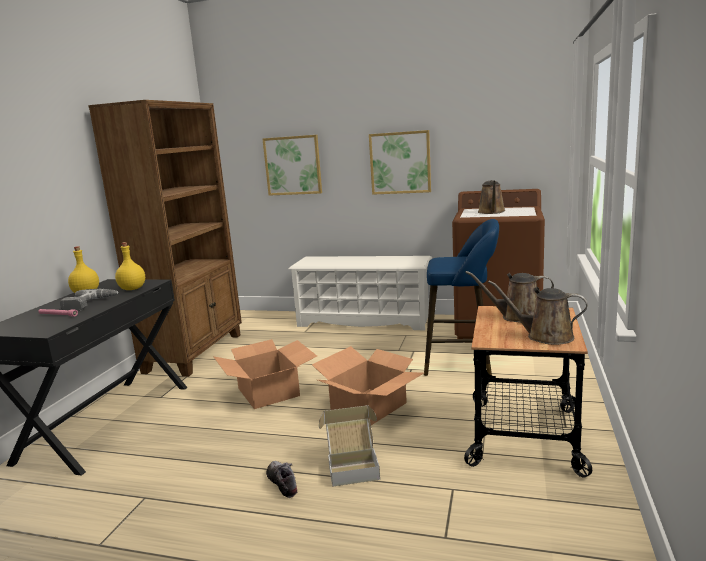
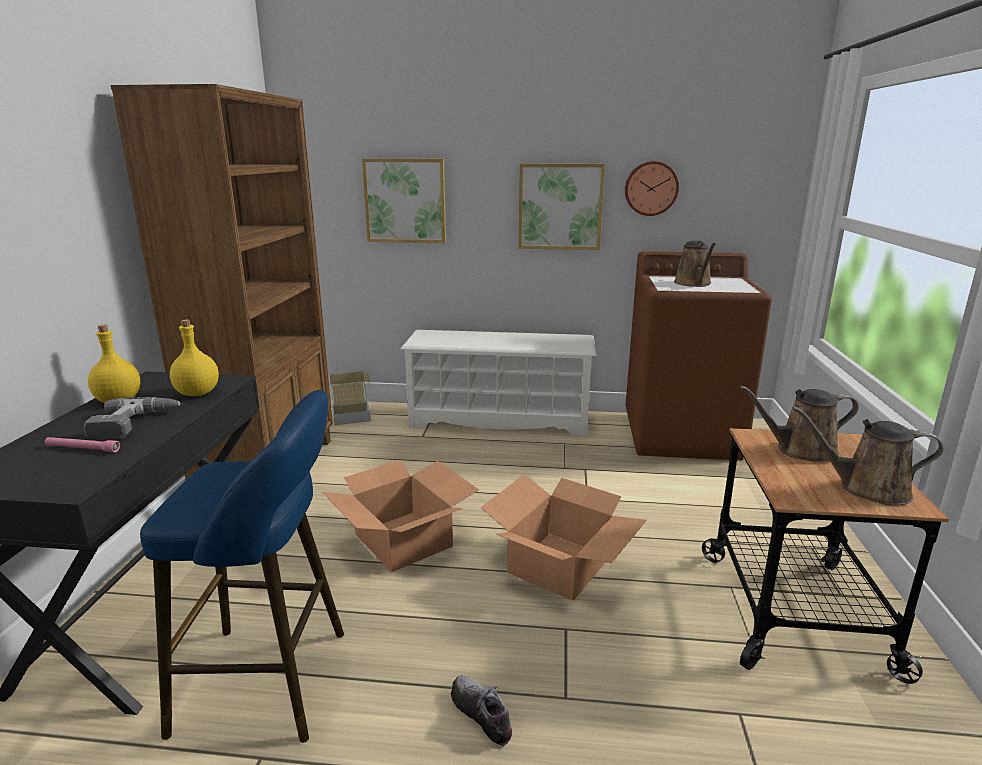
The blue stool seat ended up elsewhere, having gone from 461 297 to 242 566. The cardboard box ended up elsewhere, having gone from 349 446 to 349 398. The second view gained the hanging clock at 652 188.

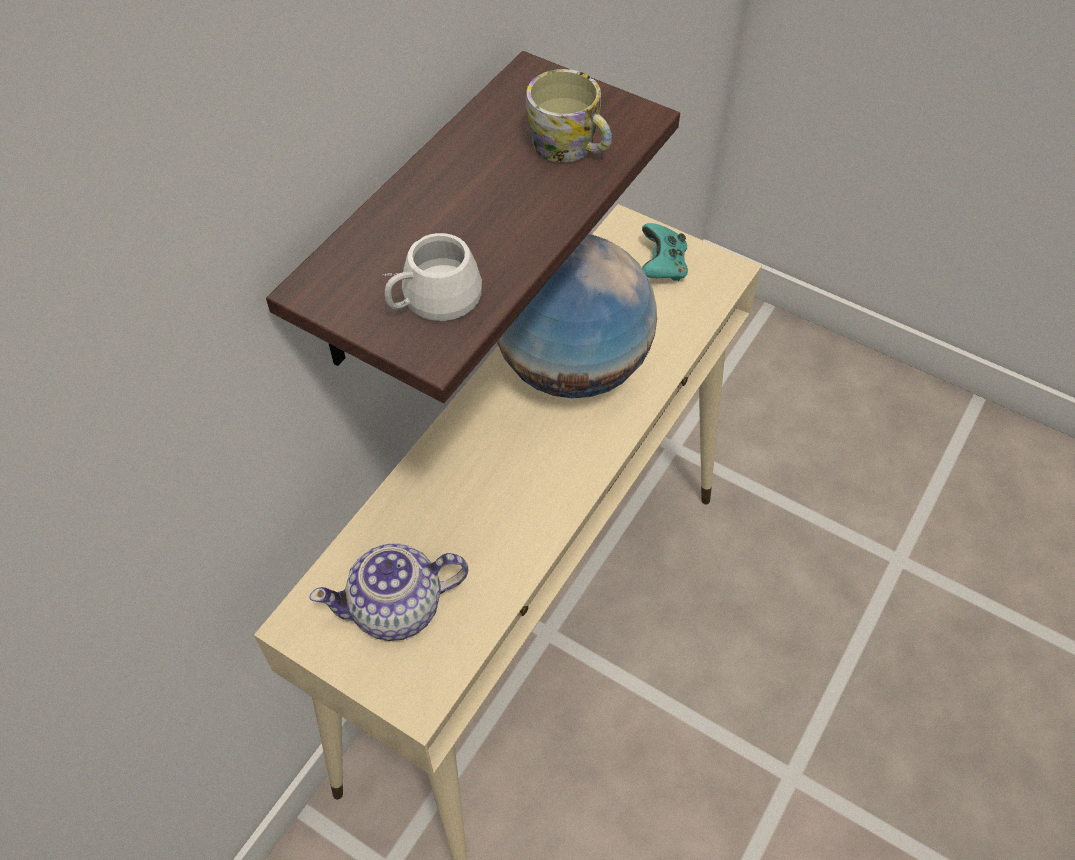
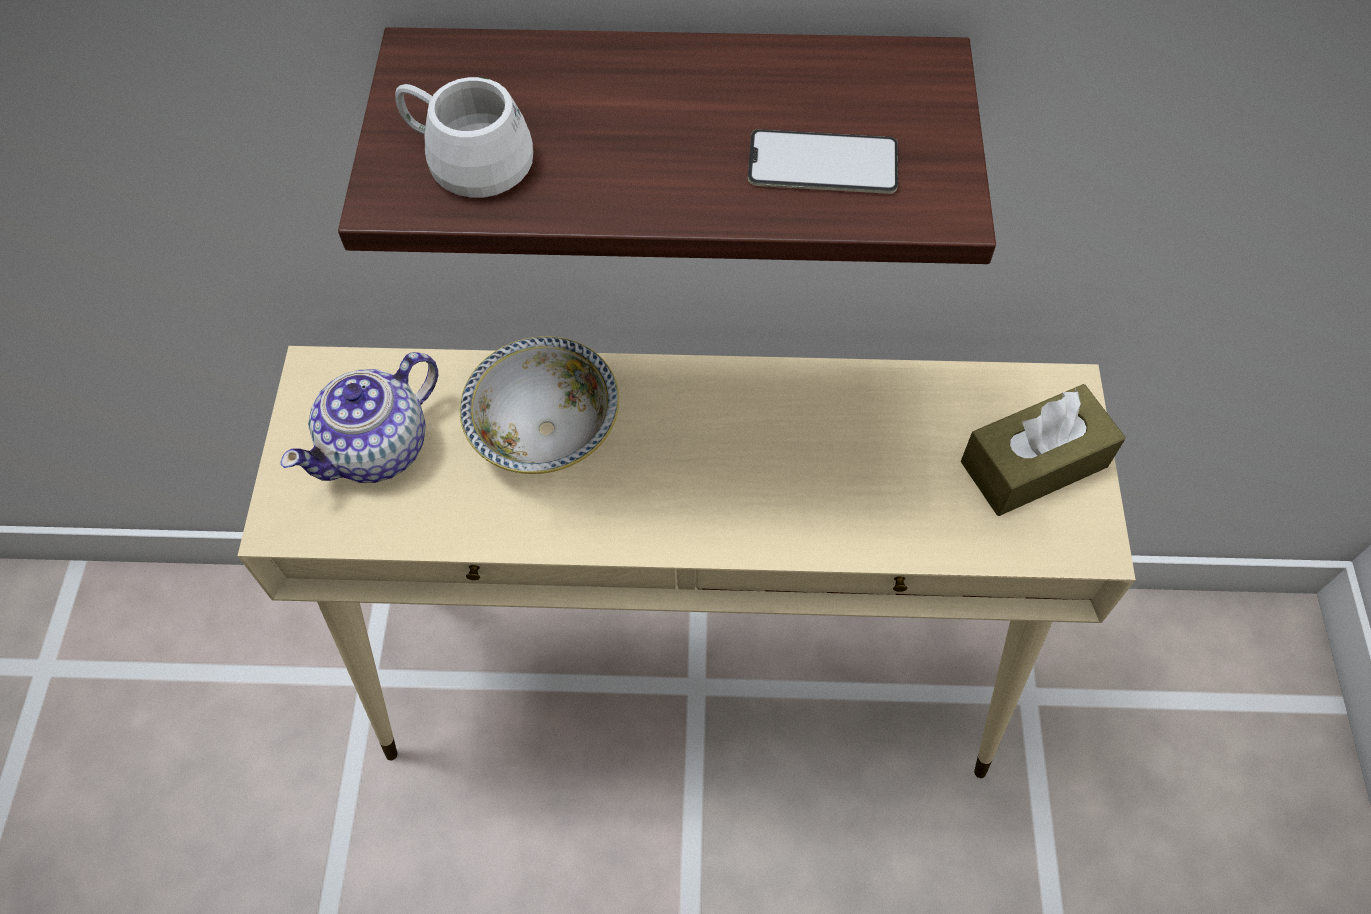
Where the tea mug stood at 569 116, the phone came to stand at 823 161. Where the blue-green joypad stood at 665 252, the brown tissue box came to stand at 1043 450. The second view lost the globe at 577 316. The teapot at 388 592 ended up facing another way, 90 degrees counterclockwise from before. The second view gained the bowl at 539 405.

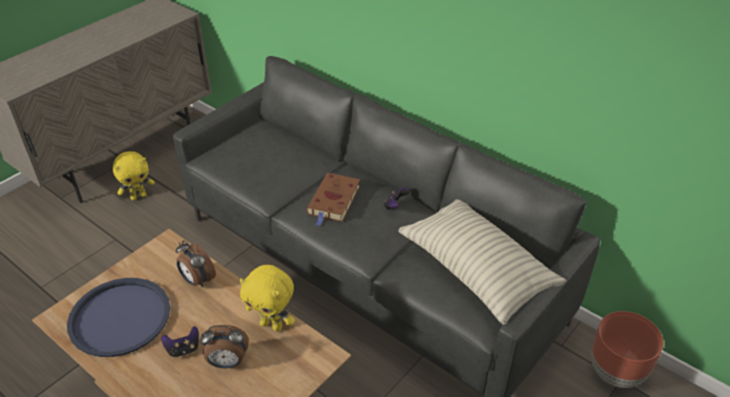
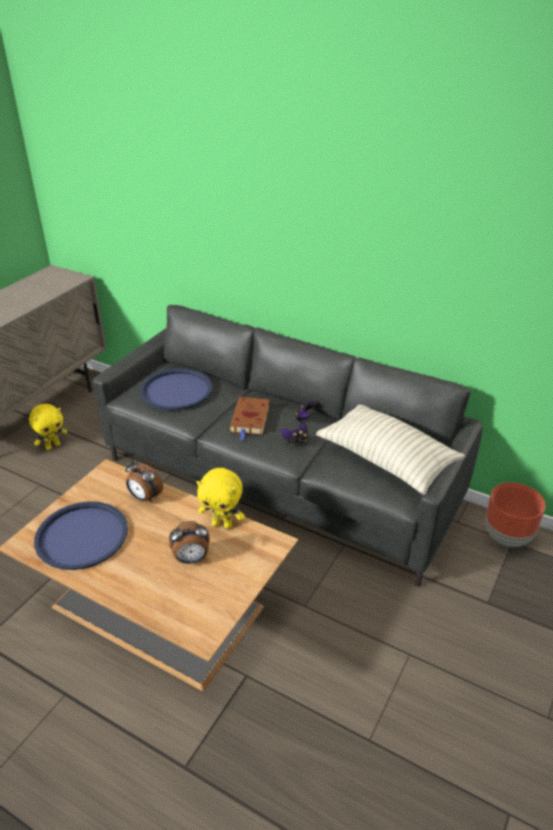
The joypad ended up elsewhere, having gone from 180 342 to 294 433. The second view gained the blue carrying tray at 176 389.

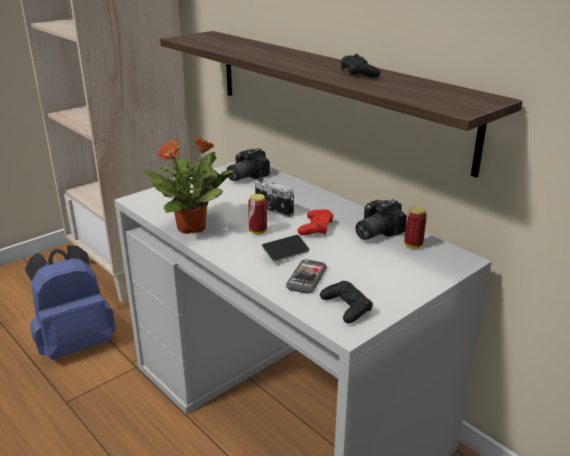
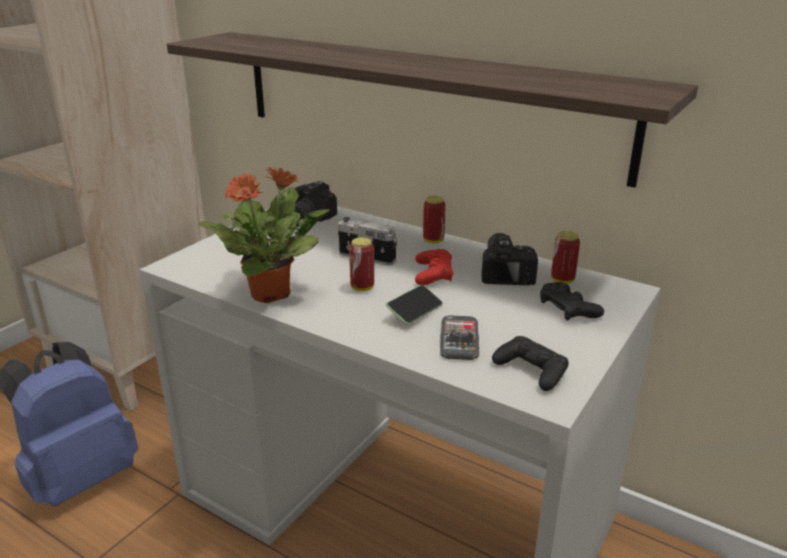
The black-coloured joypad ended up elsewhere, having gone from 360 66 to 572 301. The still camera at 381 219 ended up facing another way, 150 degrees clockwise from before. The second view gained the sealed can at 434 220.

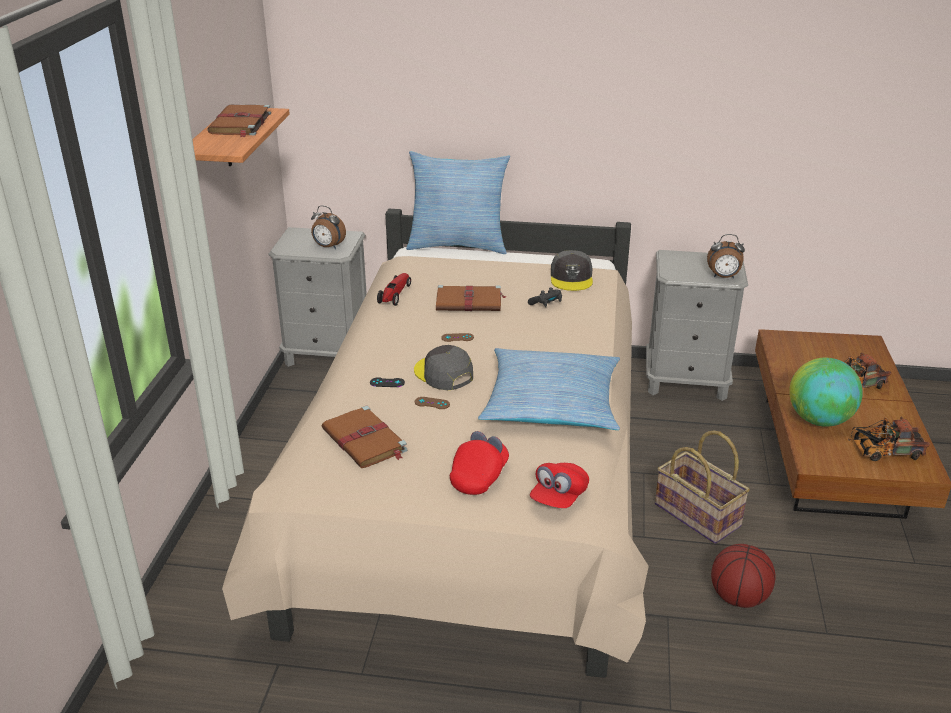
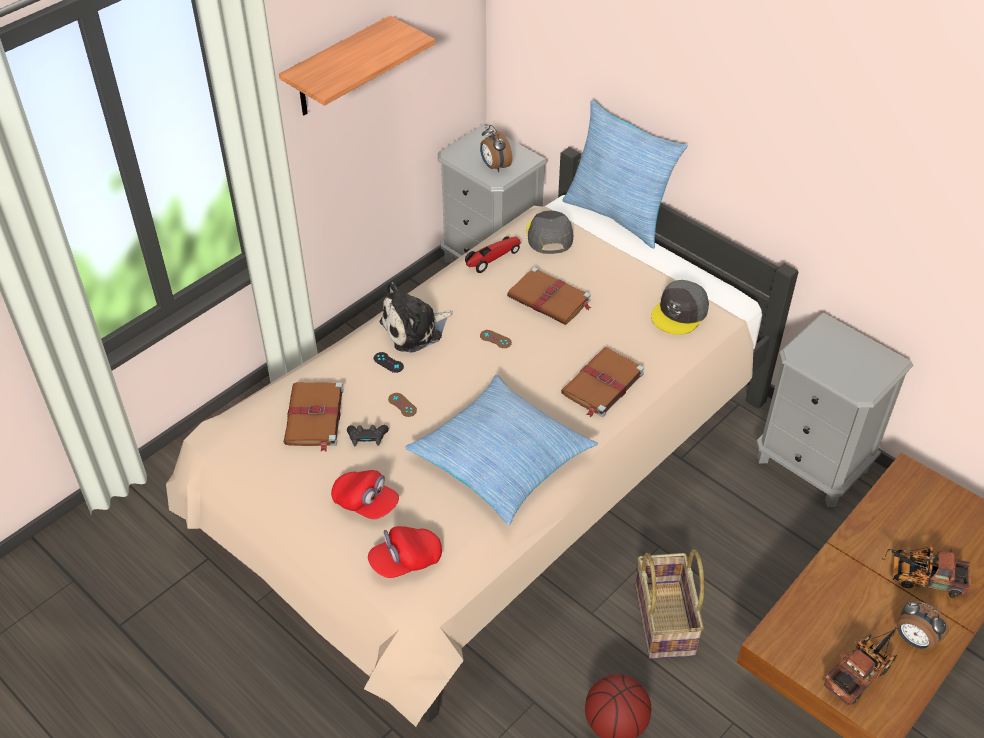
The brown volume ended up elsewhere, having gone from 239 121 to 602 382. The table clock ended up elsewhere, having gone from 726 256 to 923 625. The black-coloured joypad ended up elsewhere, having gone from 545 297 to 368 435. The greyish peaked cap ended up elsewhere, having gone from 443 367 to 550 232. The second view lost the globe at 826 392. The toy truck at 889 439 ended up facing another way, 105 degrees clockwise from before. The red-coloured peaked cap at 479 463 ended up facing another way, 60 degrees clockwise from before. The second view gained the cuddly toy at 416 317.

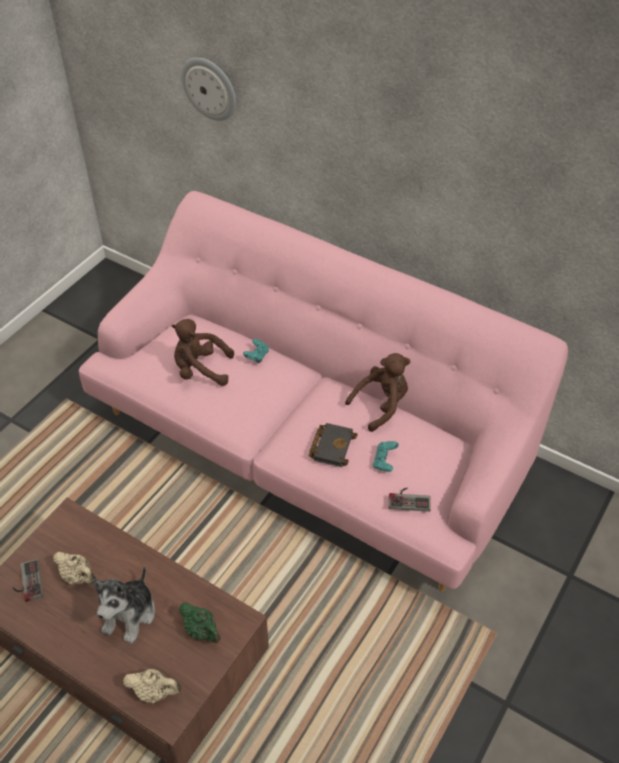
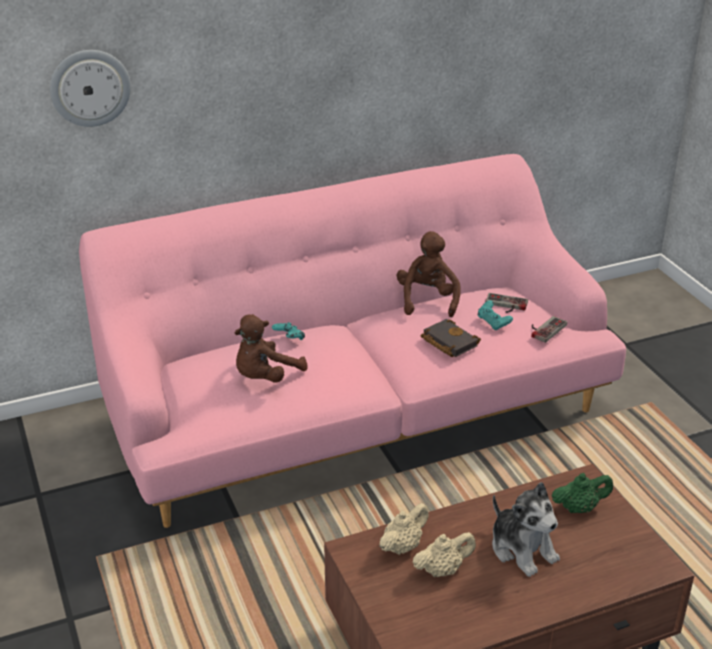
The joypad ended up elsewhere, having gone from 28 580 to 506 303. The sand-coloured teapot ended up elsewhere, having gone from 152 686 to 404 529.

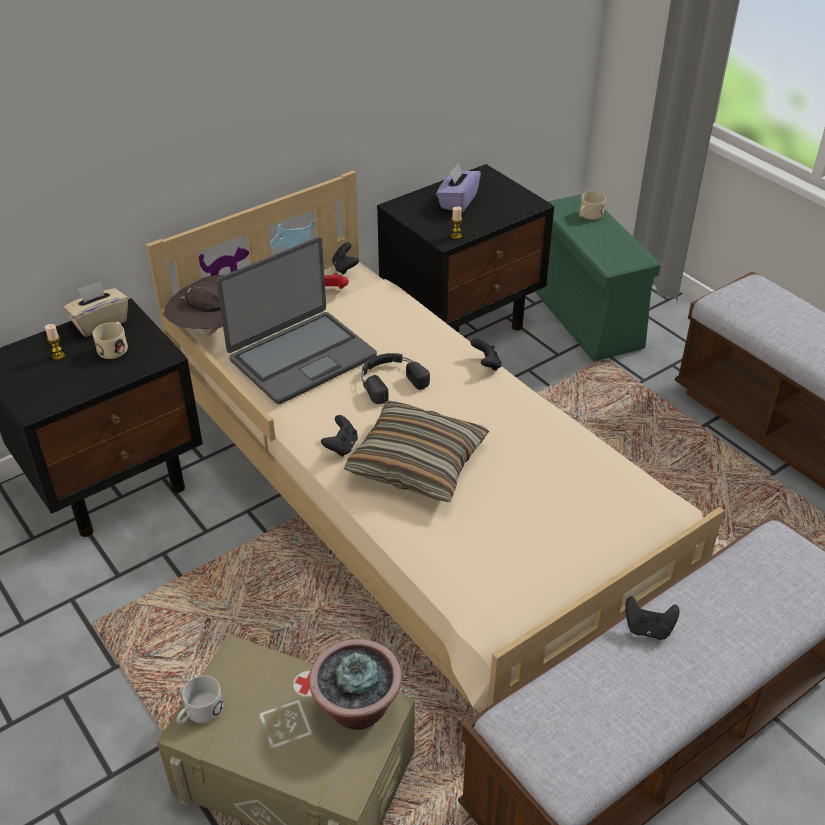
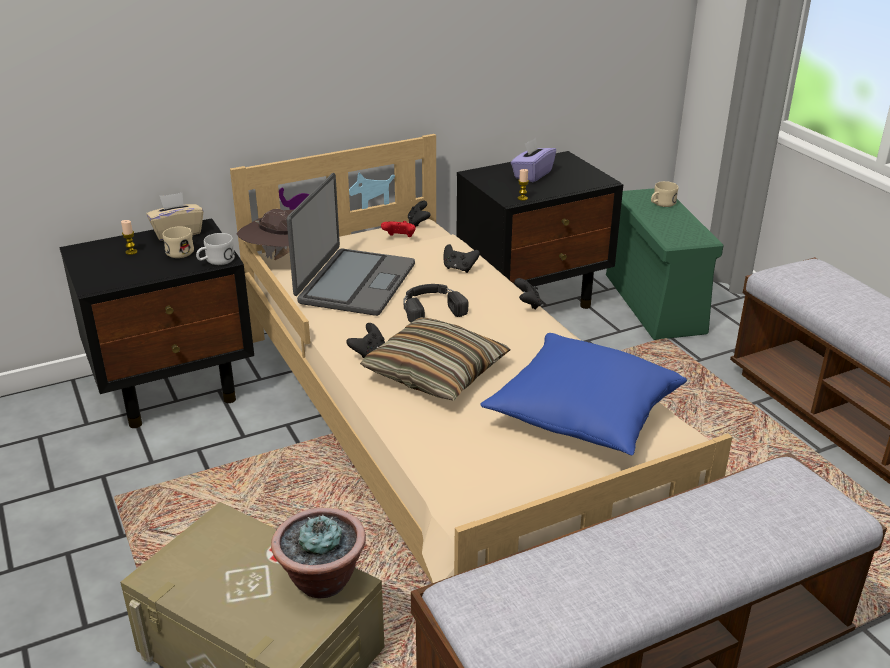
The notebook computer at 296 320 ended up facing another way, 45 degrees counterclockwise from before. The black-coloured joypad ended up elsewhere, having gone from 652 618 to 462 258. The white tea mug ended up elsewhere, having gone from 200 700 to 215 249. The second view gained the blue cushion at 584 394.

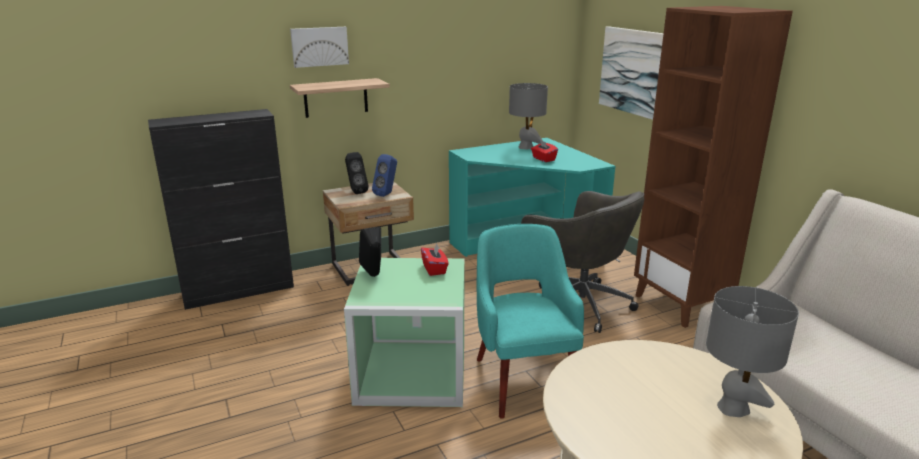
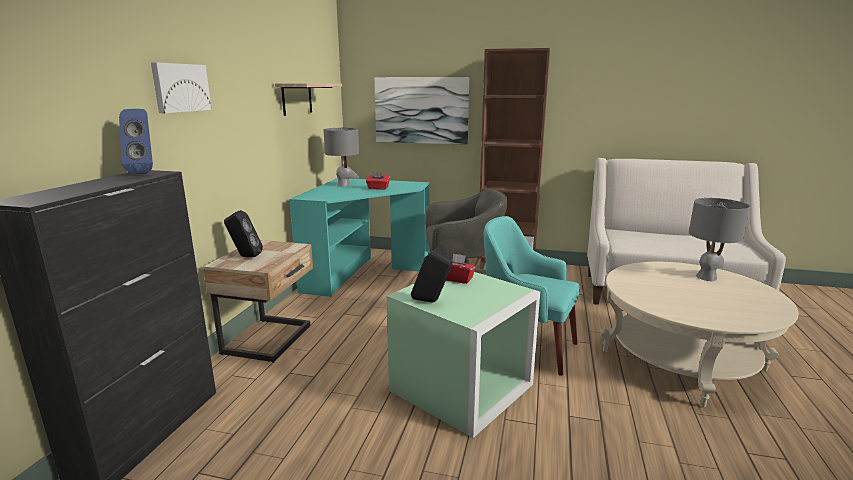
The wall shelf ended up elsewhere, having gone from 340 98 to 308 99. The blue loudspeaker ended up elsewhere, having gone from 384 175 to 136 141.

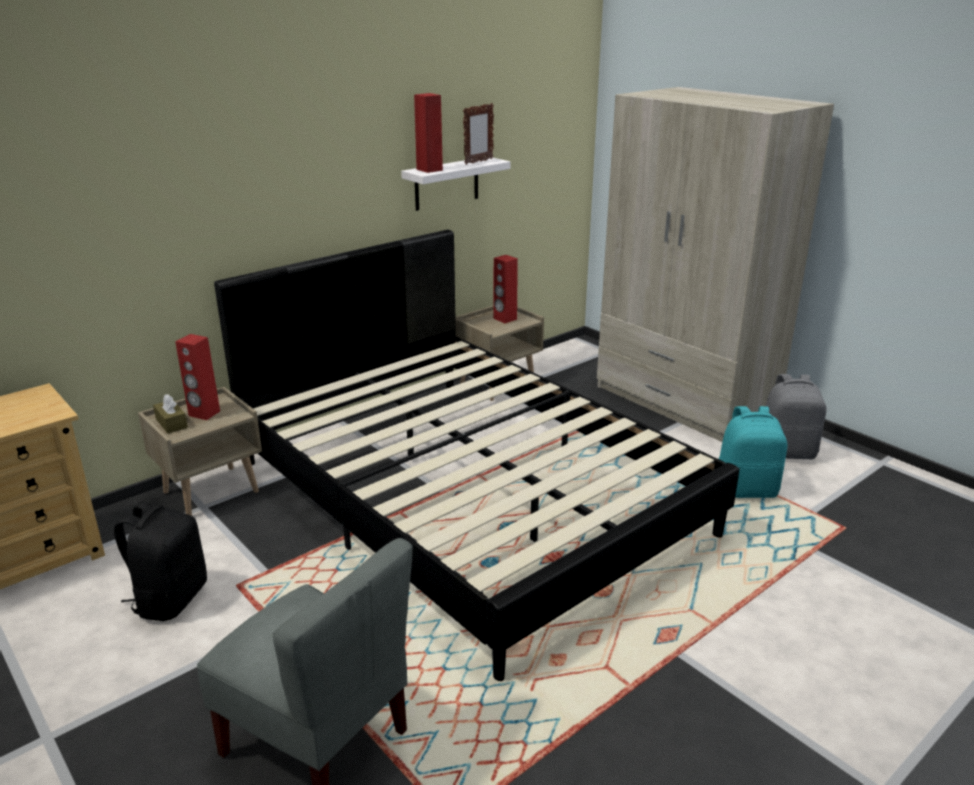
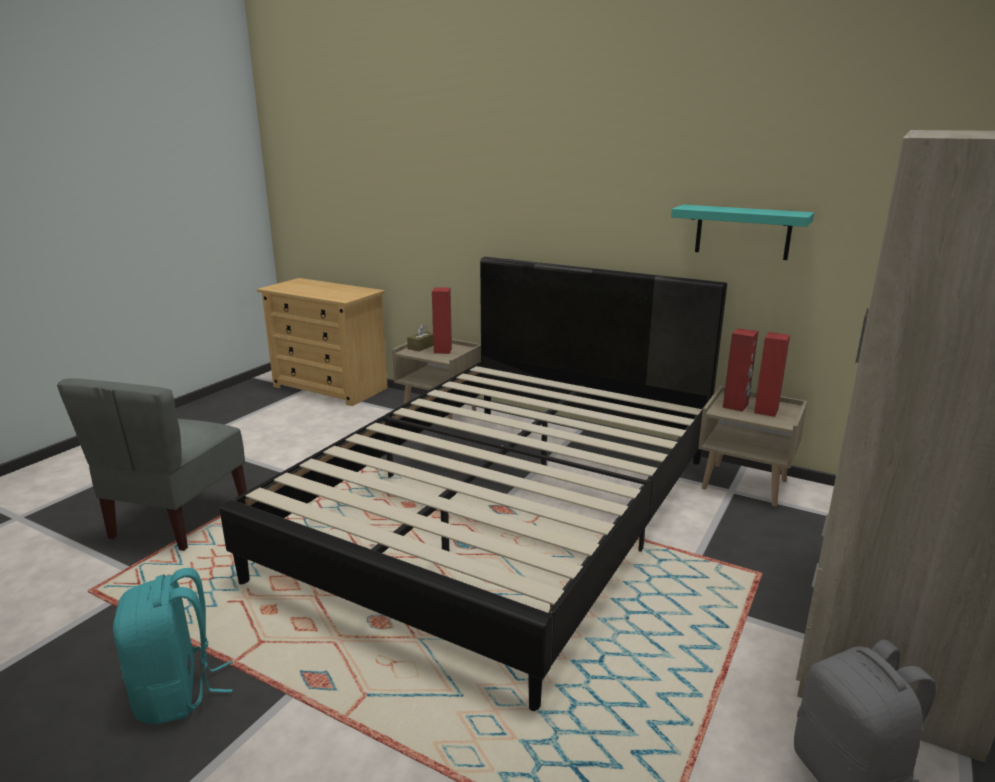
The red-coloured loudspeaker ended up elsewhere, having gone from 428 133 to 741 370. The second view lost the picture frame at 478 134. What was the white wall shelf at 455 184 turned into the blue-green wall shelf at 742 232. The blue-green rucksack ended up elsewhere, having gone from 753 452 to 173 646. The second view lost the black-coloured rucksack at 160 561.

